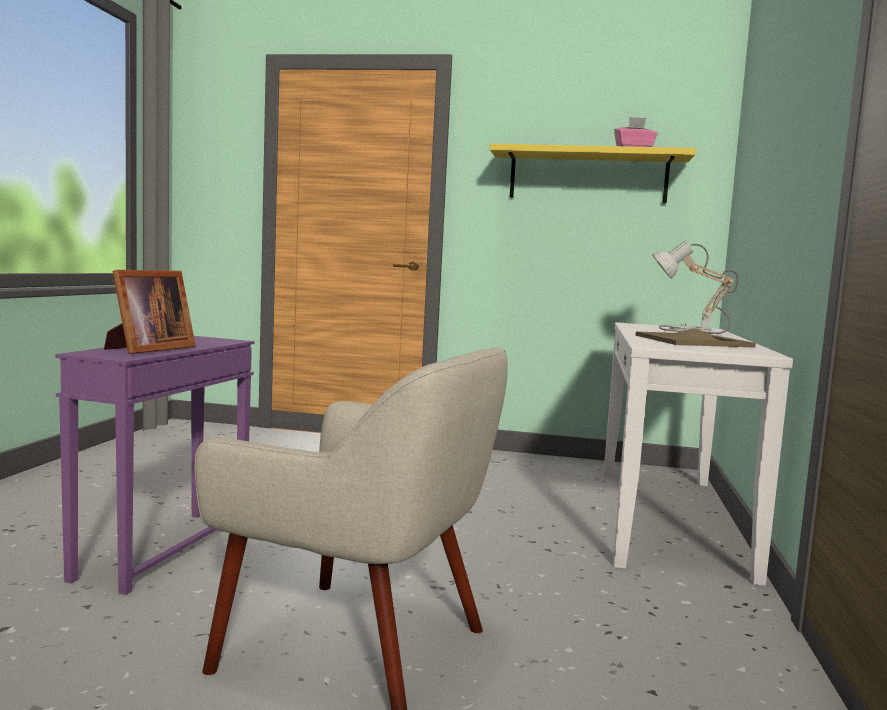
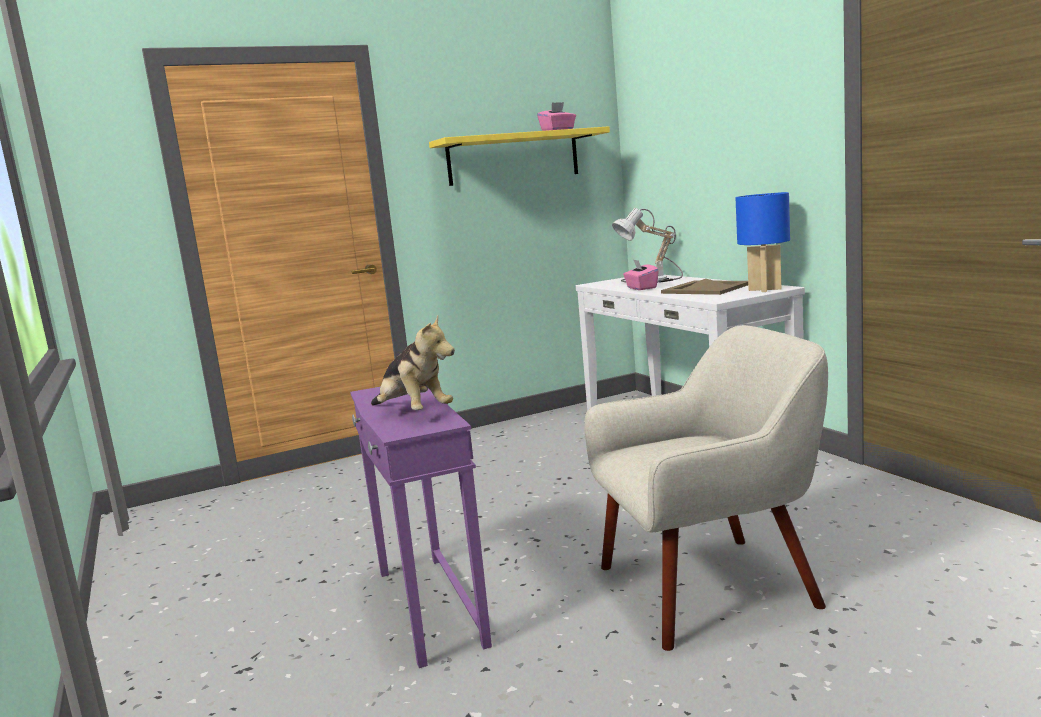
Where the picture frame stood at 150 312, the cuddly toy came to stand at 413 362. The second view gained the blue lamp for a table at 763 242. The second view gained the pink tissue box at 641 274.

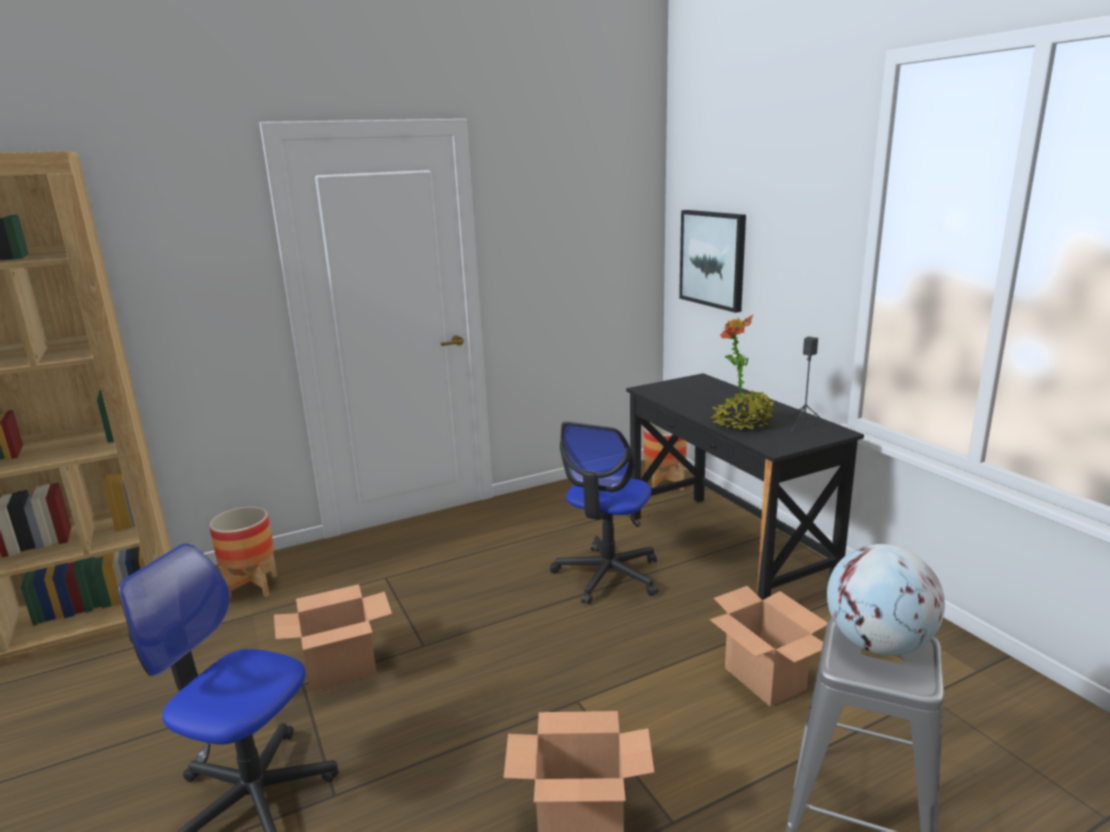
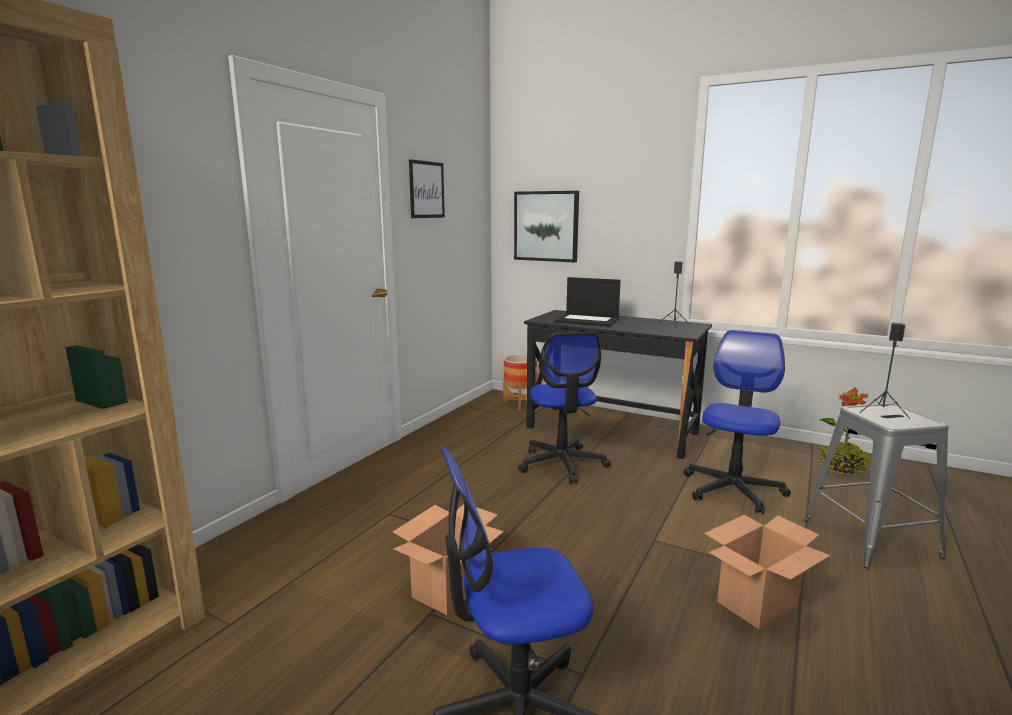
The houseplant ended up elsewhere, having gone from 741 372 to 845 431. The second view lost the planter at 243 553. Where the globe stood at 886 599, the black-coloured loudspeaker came to stand at 885 371. Where the cardboard box stood at 769 646, the desk chair came to stand at 737 422. The second view gained the picture at 427 188. The second view gained the notebook computer at 588 302.

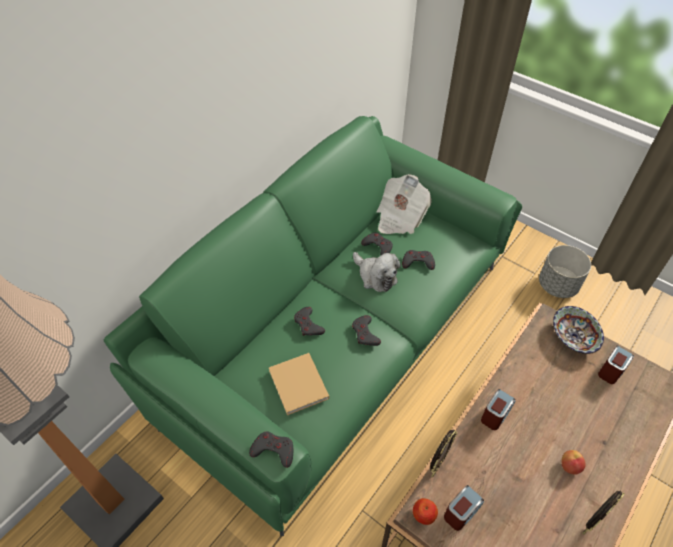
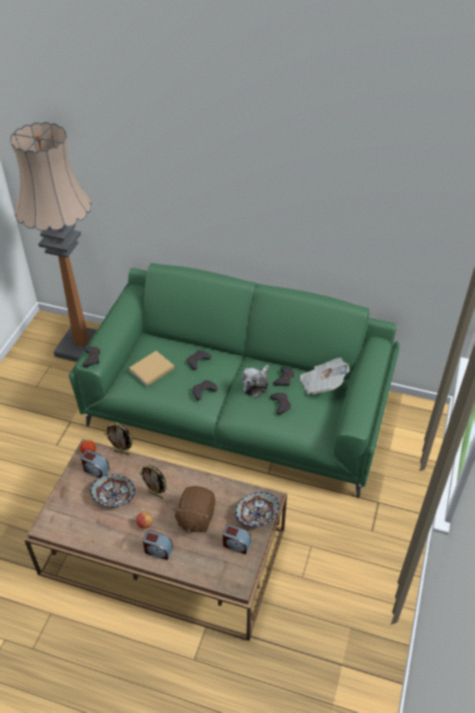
The second view lost the greyish planter at 565 271. The table clock ended up elsewhere, having gone from 498 409 to 158 545. The picture frame ended up elsewhere, having gone from 604 512 to 154 482. The second view gained the bowl at 112 490. The second view gained the brown cuddly toy at 194 509.

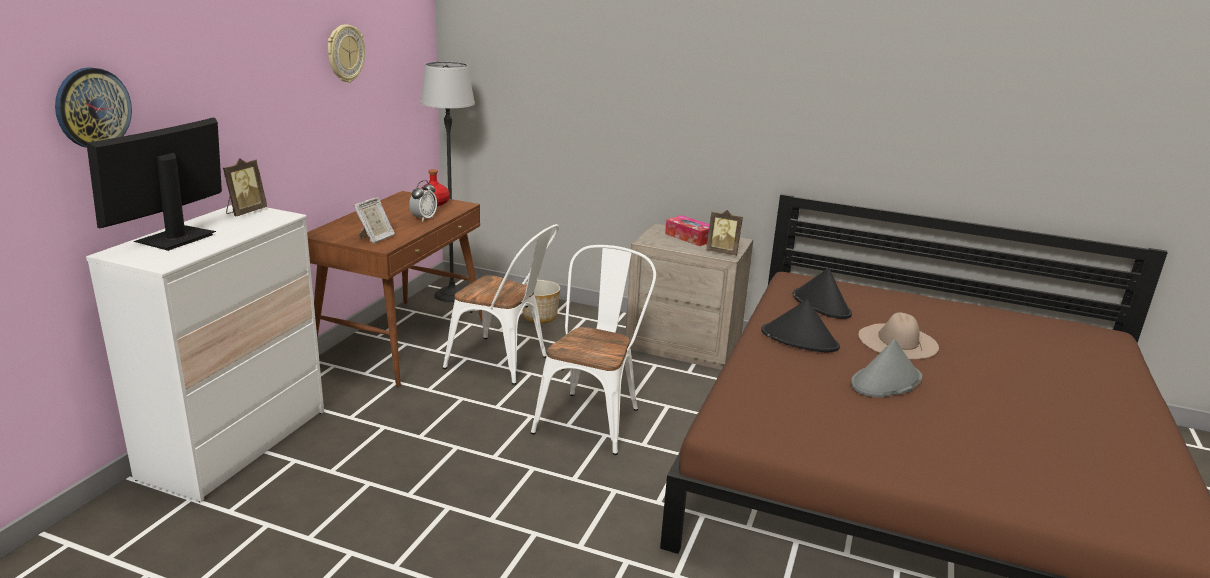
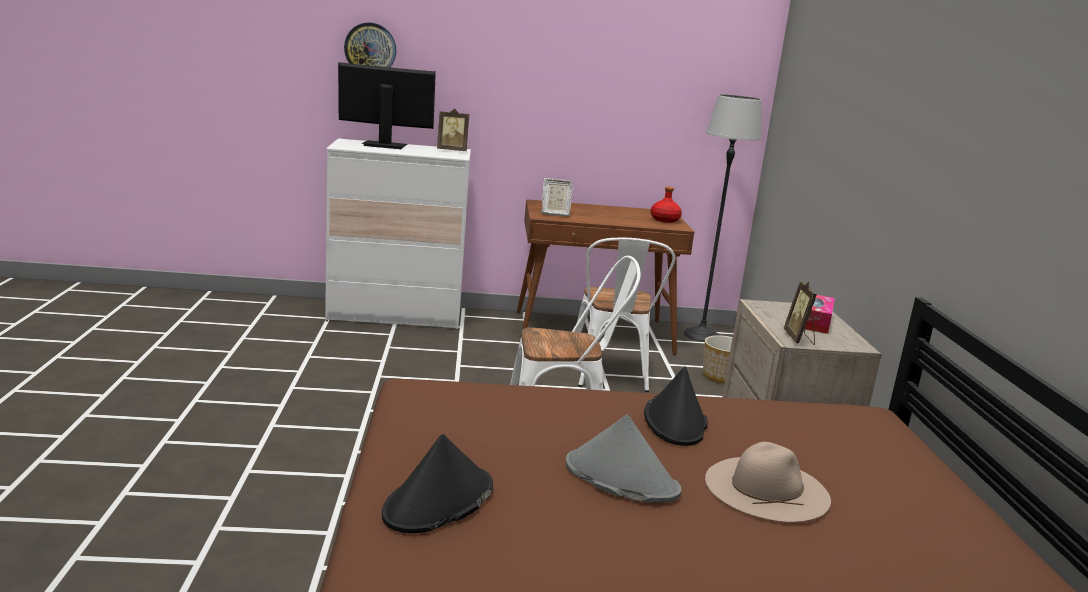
The second view lost the hanging clock at 346 53. The second view lost the table clock at 423 201. The black-coloured clothing hat ended up elsewhere, having gone from 822 293 to 437 483.

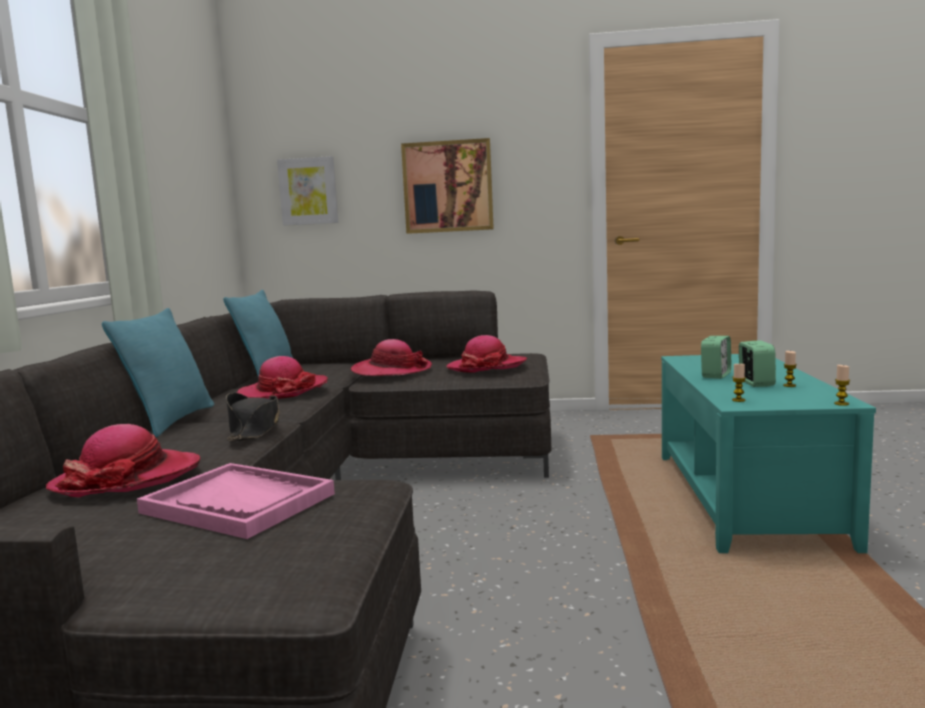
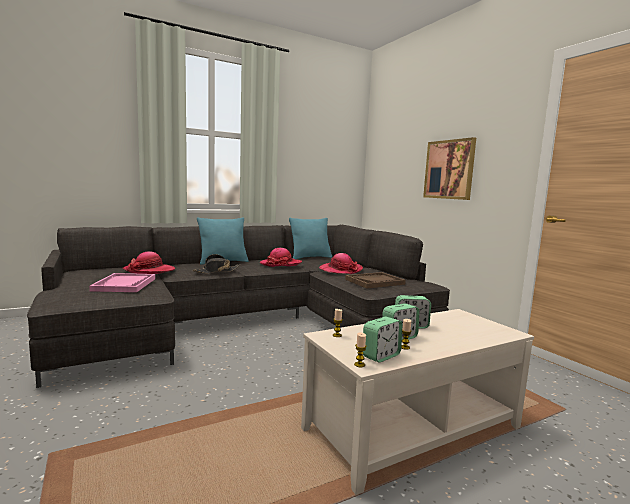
The second view lost the picture at 307 191. Where the clothing hat stood at 486 354, the brown carrying tray came to stand at 375 280. What was the blue-green low table at 768 453 turned into the sand-coloured low table at 417 402. The second view gained the table clock at 382 340.

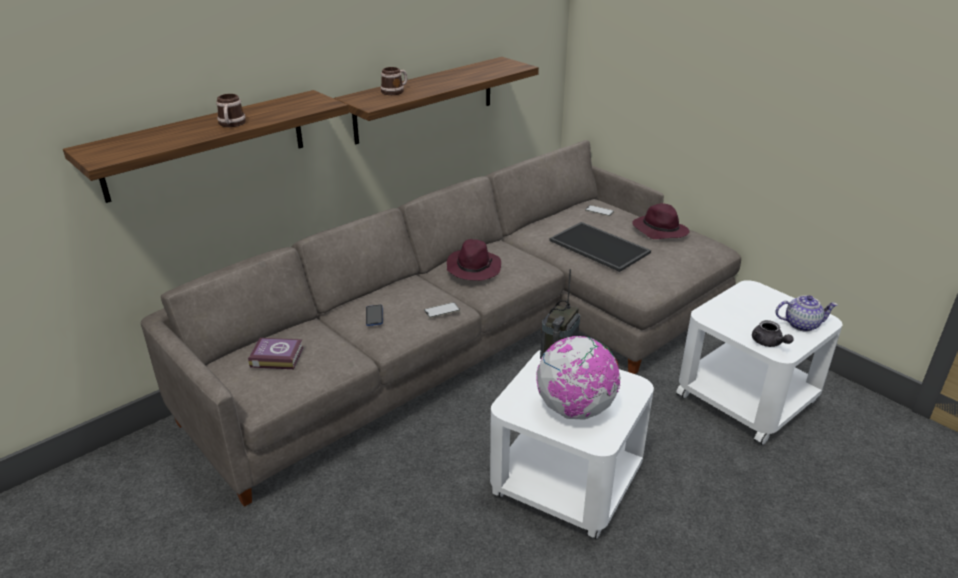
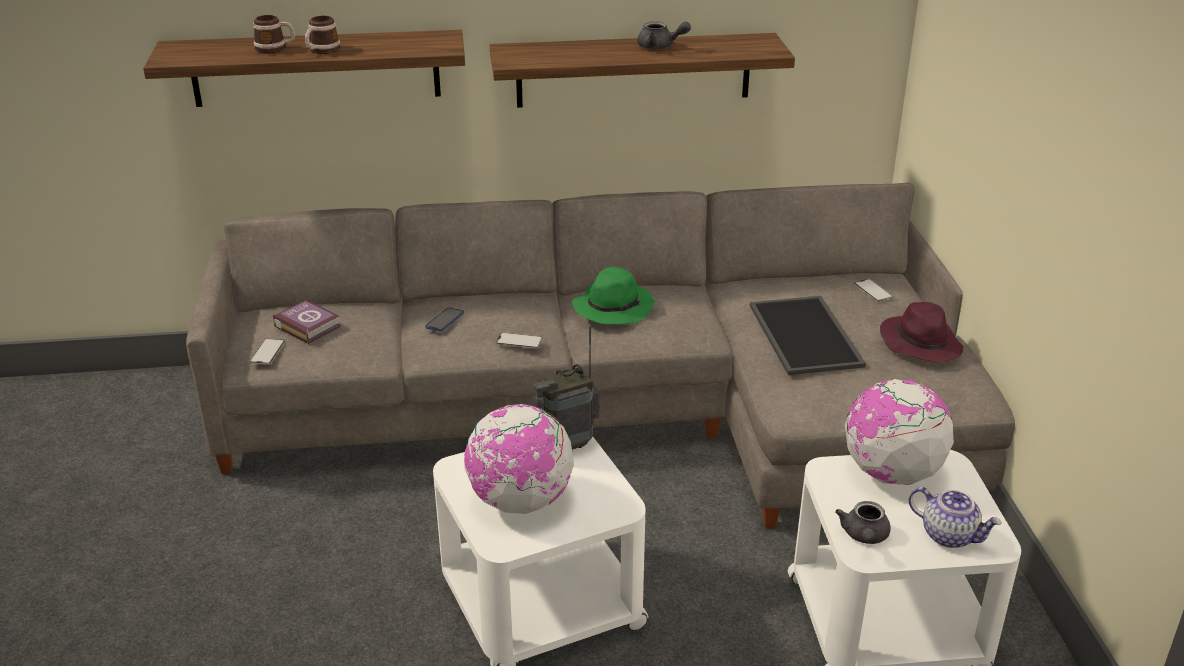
The tea mug ended up elsewhere, having gone from 393 81 to 274 34. What was the purplish clothing hat at 474 260 turned into the green clothing hat at 613 295. The second view gained the greyish teapot at 664 35. The second view gained the phone at 267 352. The second view gained the globe at 899 432.

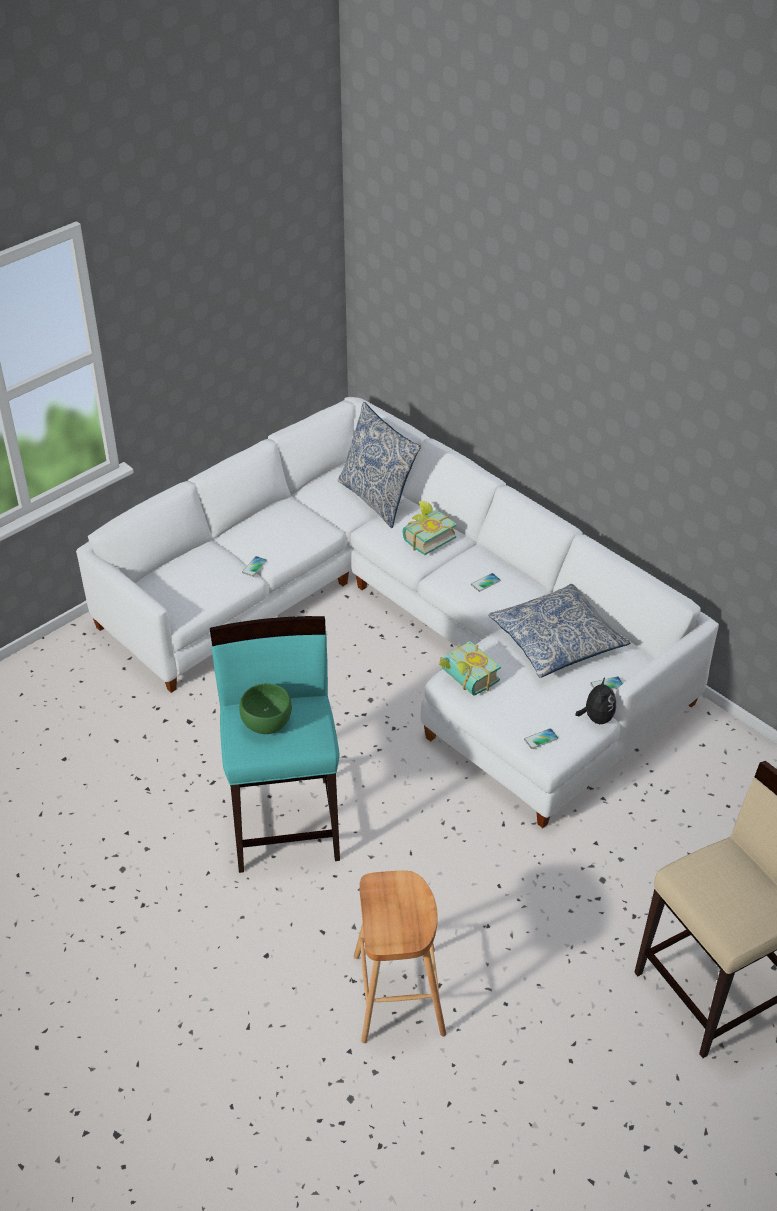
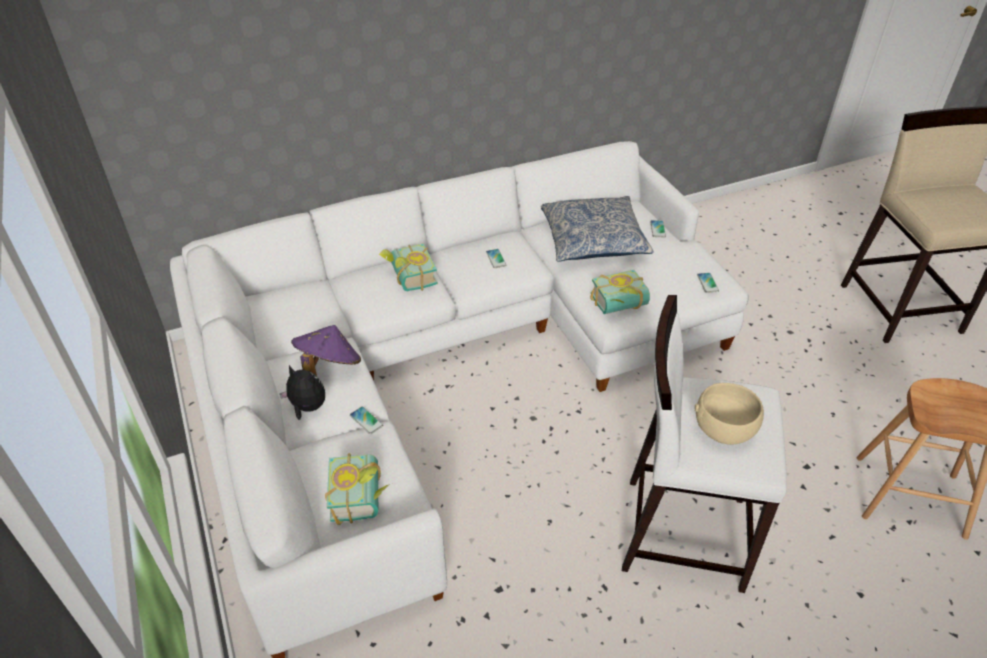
The second view lost the cushion at 379 465. What was the blue-green stool seat at 275 744 turned into the white stool seat at 704 444. The cuddly toy ended up elsewhere, having gone from 595 700 to 302 392. What was the green bowl at 265 708 turned into the sand-coloured bowl at 729 414. The second view gained the purplish clothing hat at 326 350. The second view gained the volume at 359 489.

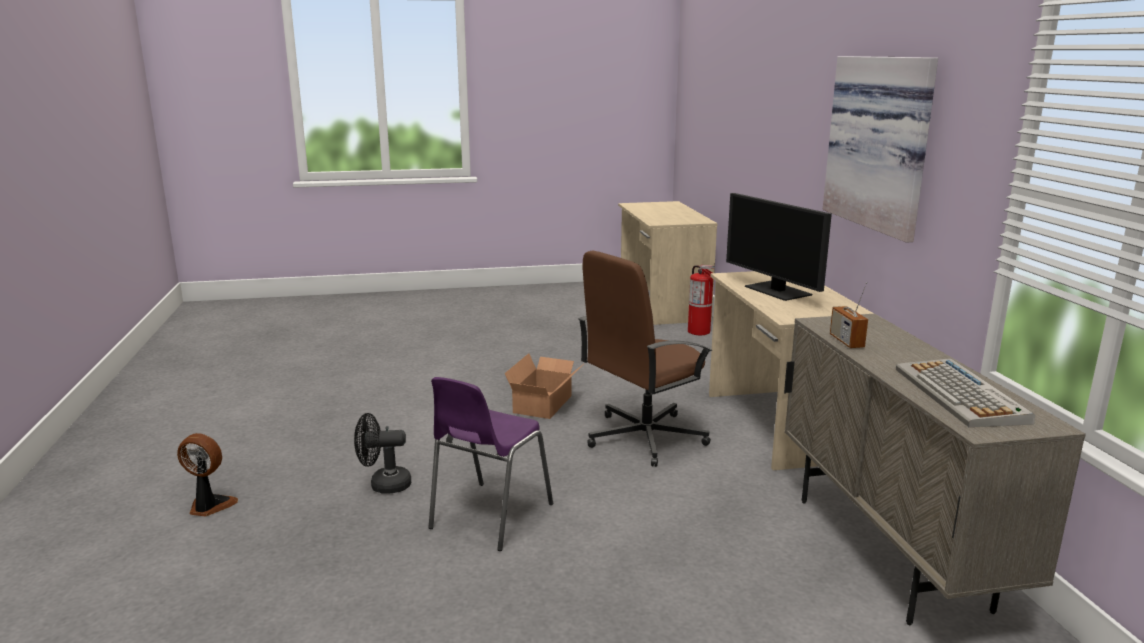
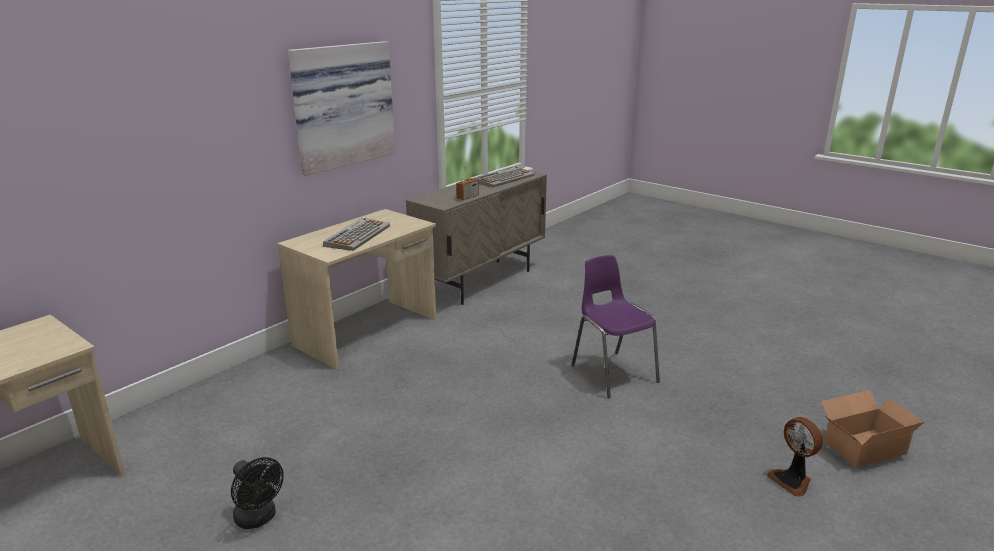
Where the monitor stood at 779 247, the computer keyboard came to stand at 356 234. The second view lost the brown desk chair at 645 359. The second view lost the fire extinguisher at 701 300. The cardboard box ended up elsewhere, having gone from 543 386 to 873 429. The purplish plain chair at 490 464 ended up facing another way, 105 degrees counterclockwise from before. The black-coloured cooling fan ended up elsewhere, having gone from 382 453 to 257 493.

